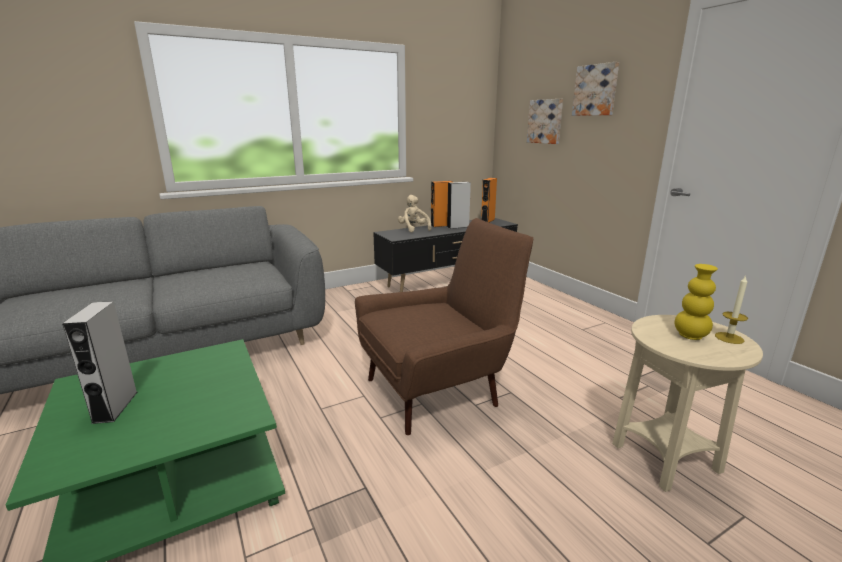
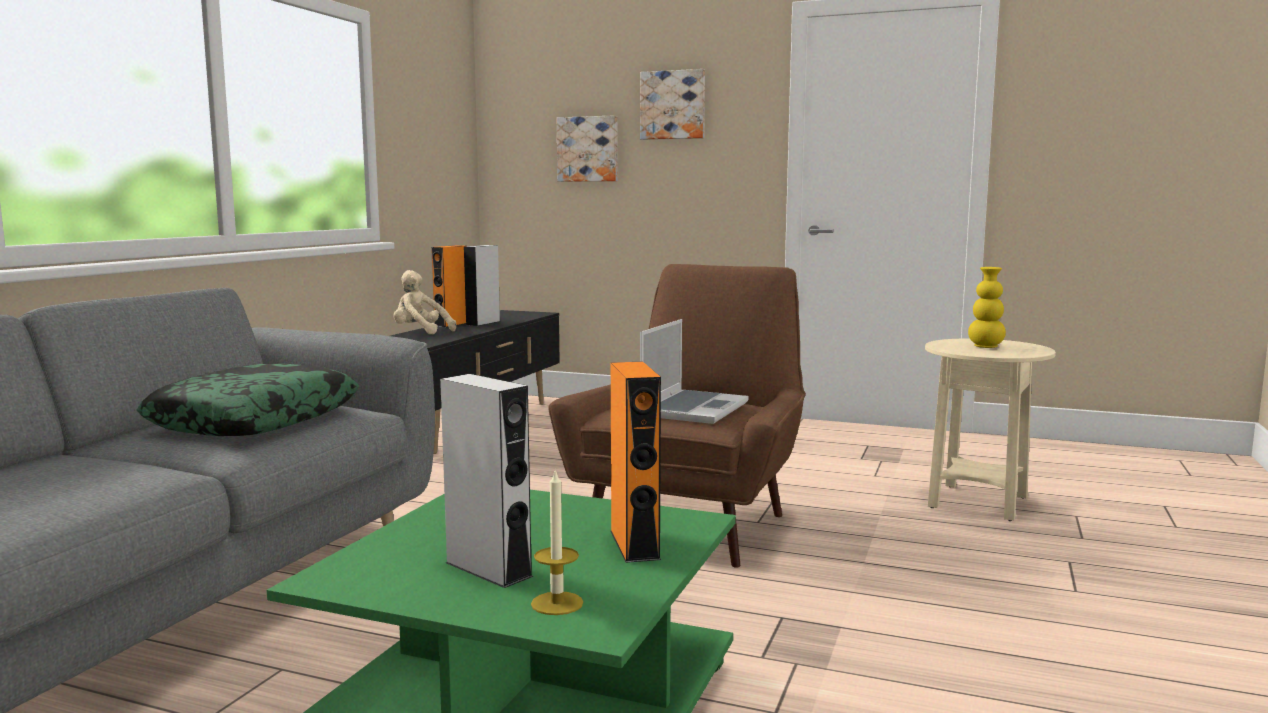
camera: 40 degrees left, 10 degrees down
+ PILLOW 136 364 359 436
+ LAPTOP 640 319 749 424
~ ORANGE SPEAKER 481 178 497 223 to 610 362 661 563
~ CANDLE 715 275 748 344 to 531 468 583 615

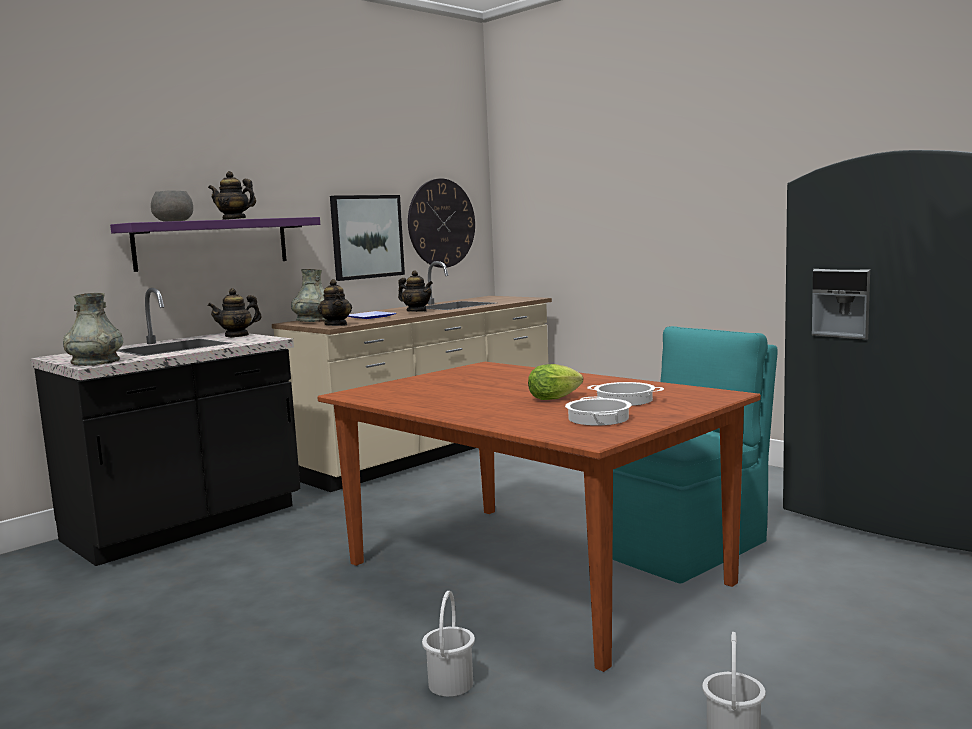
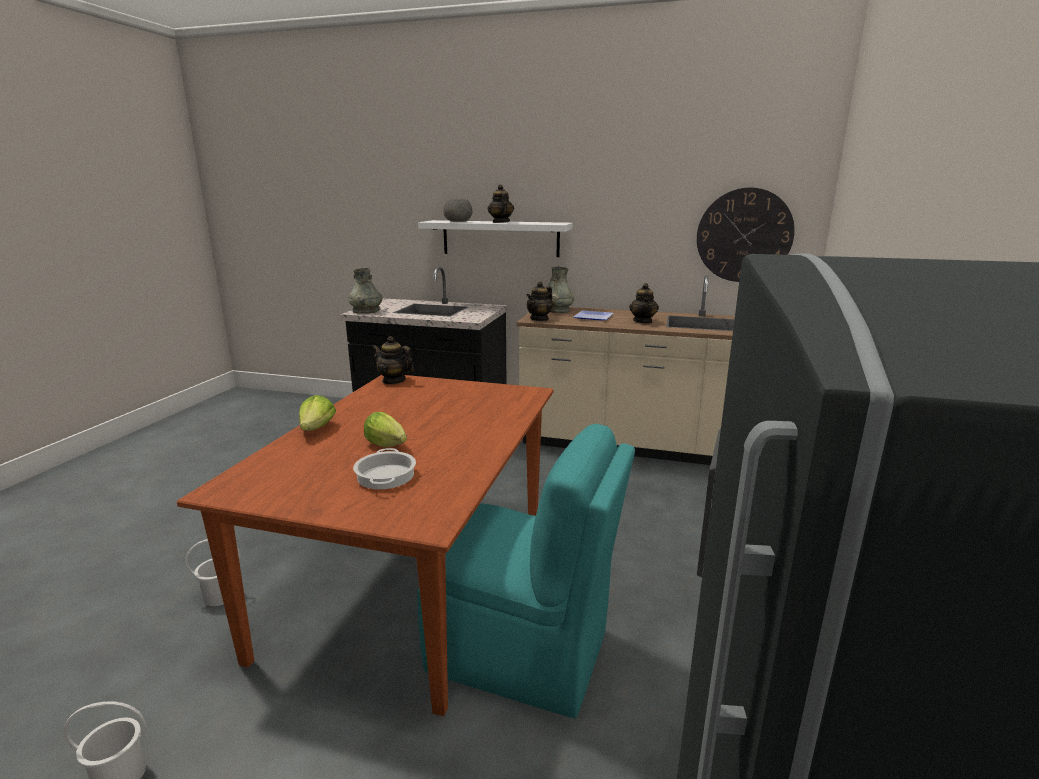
camera: 60 degrees right, 10 degrees up
- PICTURE 330 195 405 281
- COOKING POT 565 397 632 426
+ LETTUCE 299 395 336 431
~ TEAPOT 208 288 261 337 to 372 336 414 384
~ PURPLE SHELF 110 217 320 272 to WHITE SHELF 418 220 573 257

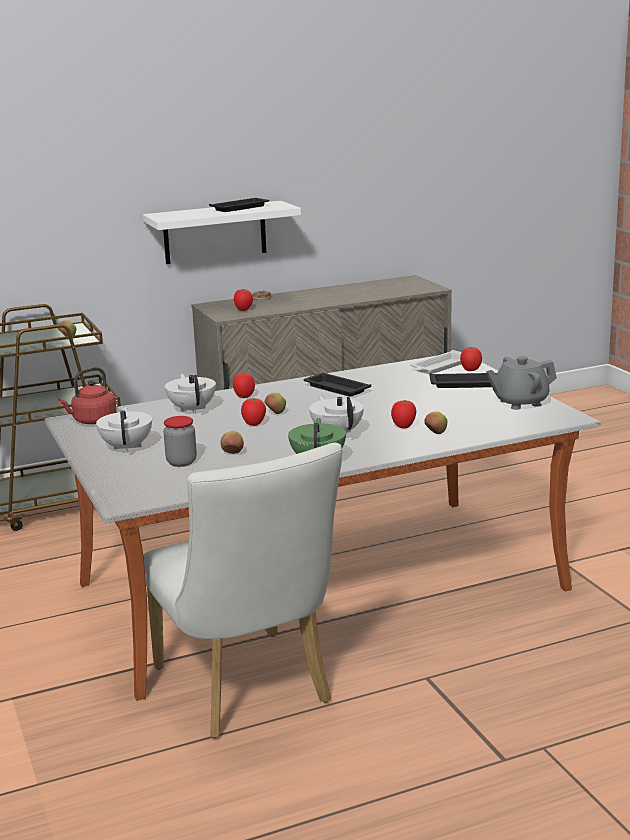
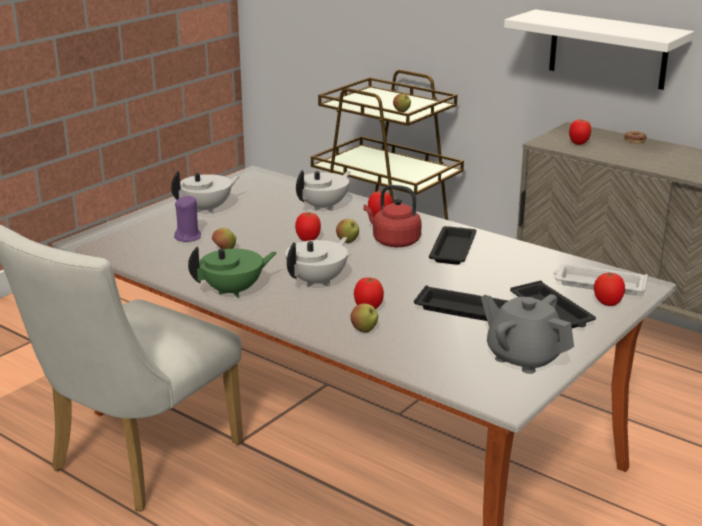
camera: 60 degrees right, 5 degrees up
~ RED KETTLE 58 367 117 424 to 363 185 422 247
~ BLACK TRAY 209 198 269 212 to 414 285 508 321
~ JAR 163 416 197 467 to PURPLE CANDLE 174 196 201 242

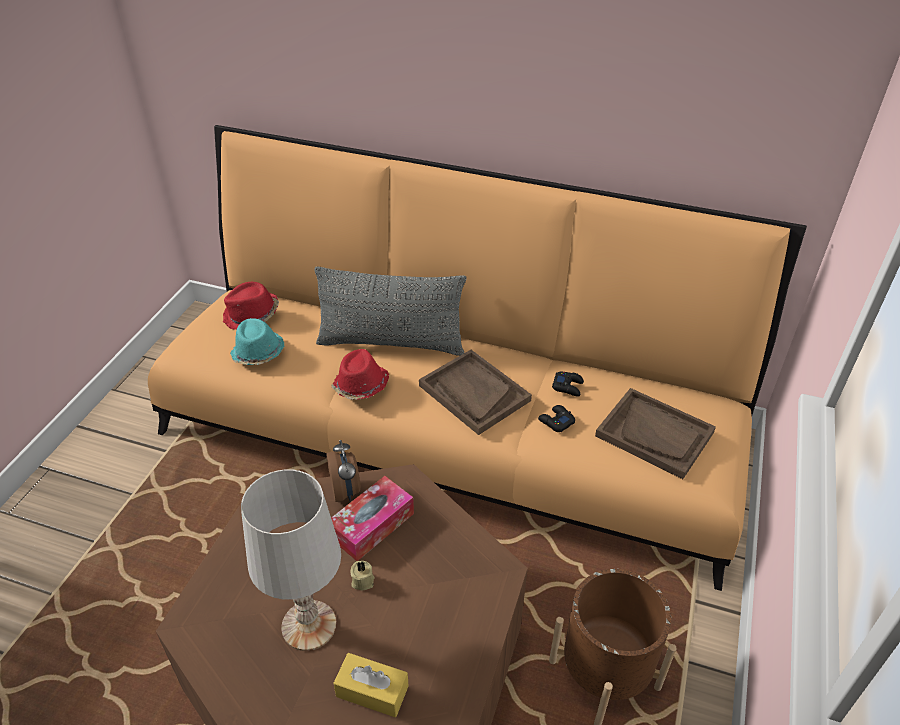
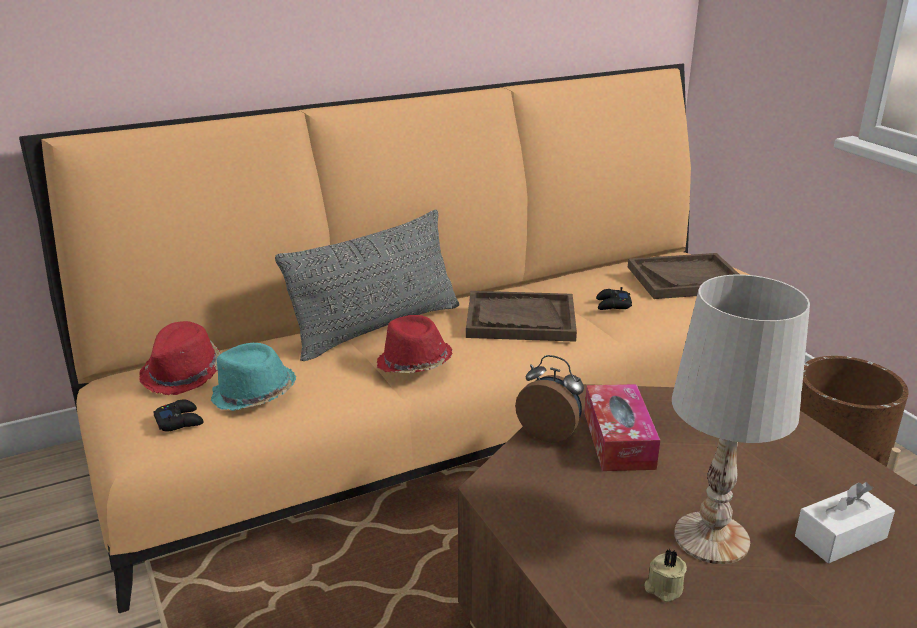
camera: 45 degrees left, 15 degrees down
~ BEIGE CANDLE 350 560 374 590 to 644 548 687 602
~ BLACK GAME CONTROLLER 552 372 584 397 to 153 399 204 432
~ YELLOW TISSUE BOX 334 653 409 718 to WHITE TISSUE BOX 795 482 895 563

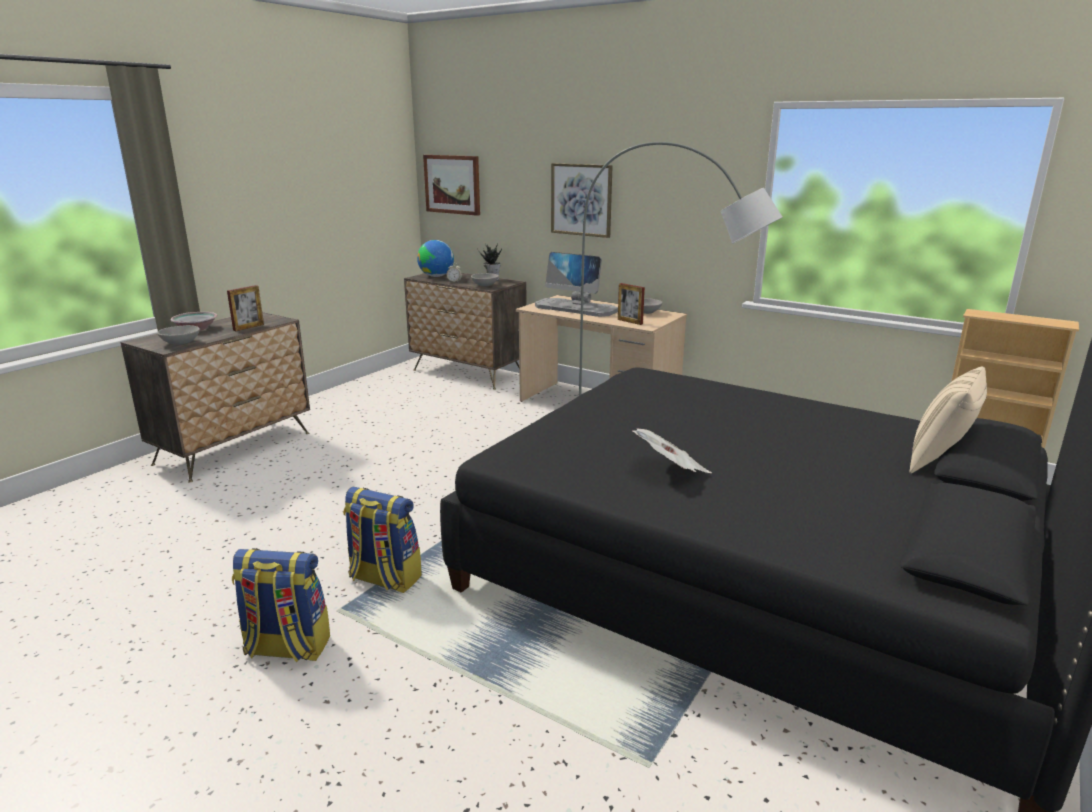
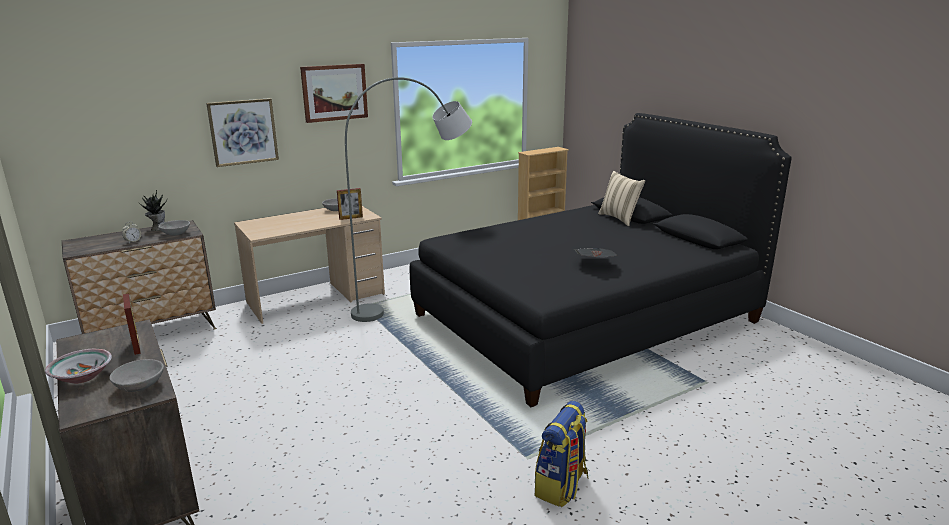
camera: 65 degrees left, 0 degrees up
- BACKPACK 343 487 422 593
- GLOBE 417 240 454 277
- MONITOR 535 252 618 317
~ PICTURE 423 155 480 216 to 300 64 368 123

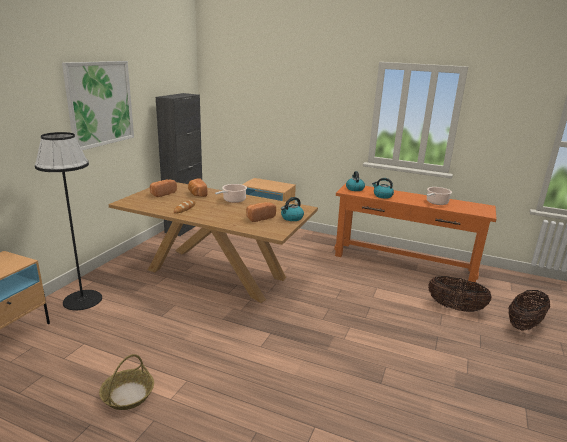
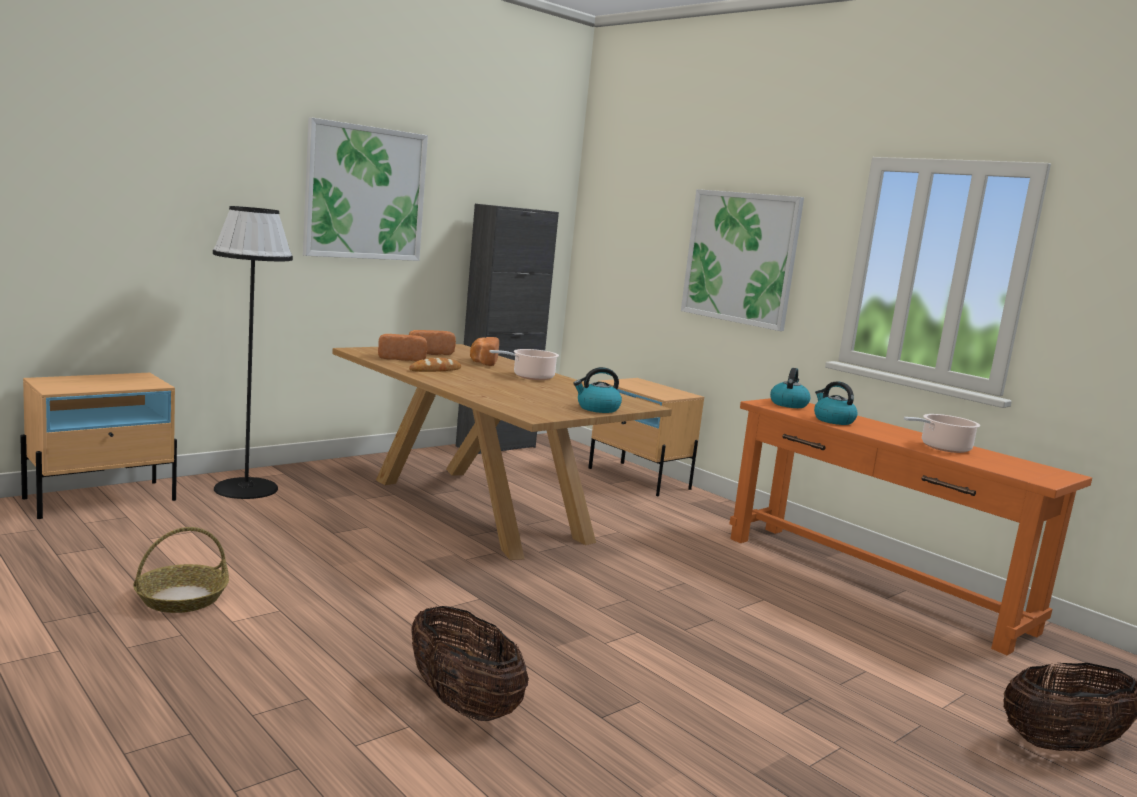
camera: 25 degrees right, 10 degrees down
+ PICTURE 681 189 804 331
~ BREAD 246 202 276 222 to 378 334 427 361
~ BASKET 428 276 492 312 to 411 606 529 721

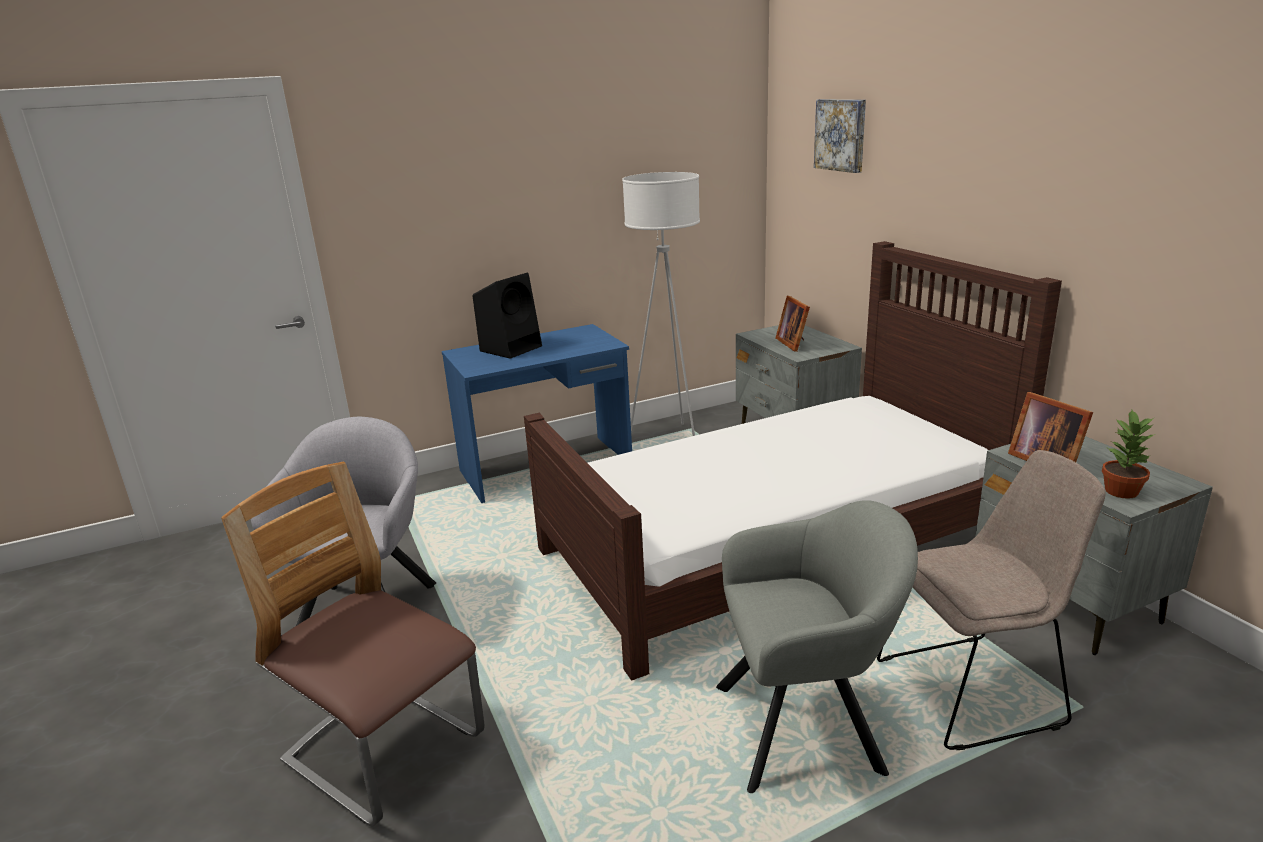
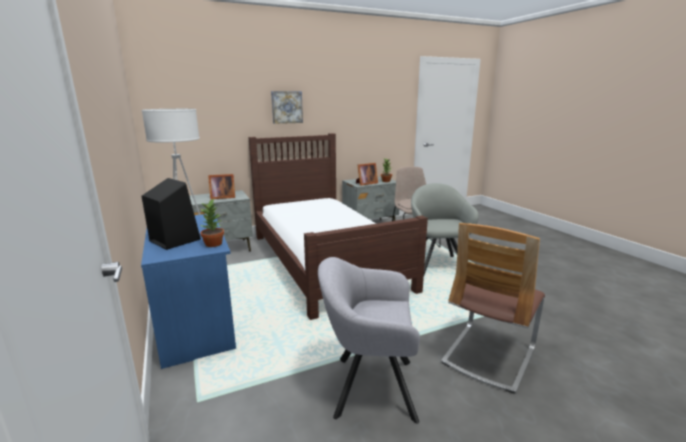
camera: 90 degrees left, 5 degrees down
+ POTTED PLANT 199 198 224 247
~ PICTURE 814 99 866 173 to 271 91 303 124

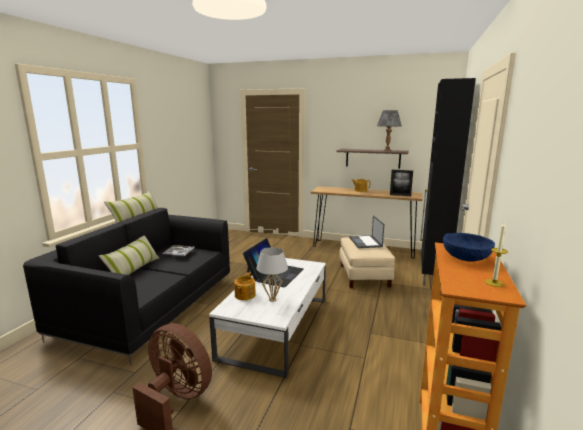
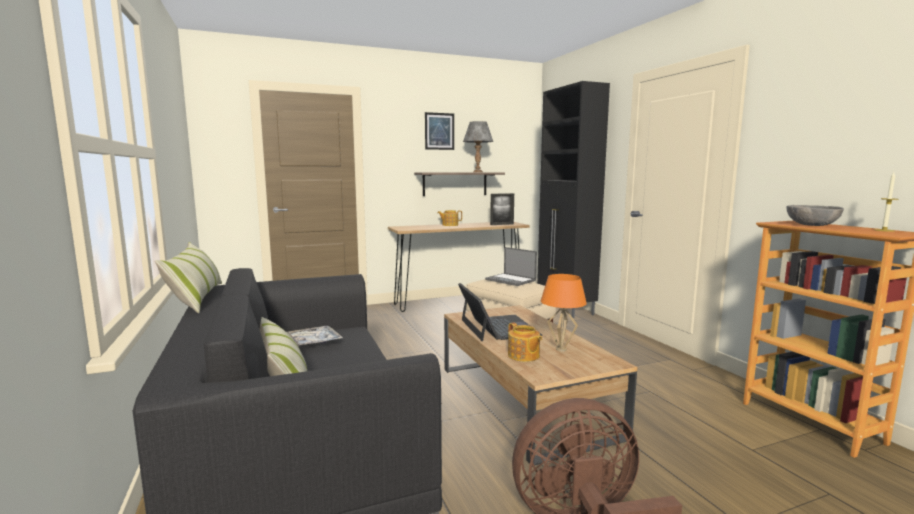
camera: 40 degrees left, 5 degrees down
+ PICTURE 425 112 454 150
~ WHITE COFFEE TABLE 209 258 326 378 to BROWN COFFEE TABLE 444 305 637 467
~ WHITE TABLE LAMP 256 247 288 302 to ORANGE TABLE LAMP 541 274 587 352
~ BLUE BOWL 443 233 495 262 to GREY BOWL 787 205 844 226

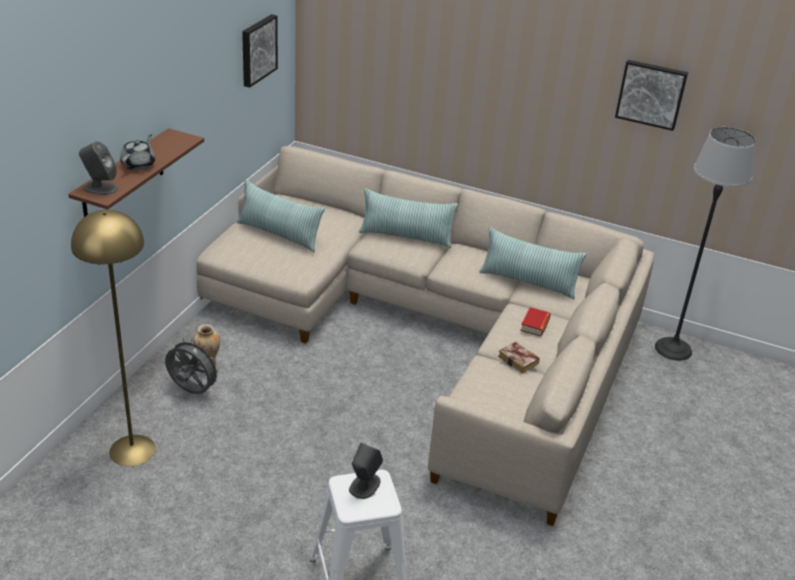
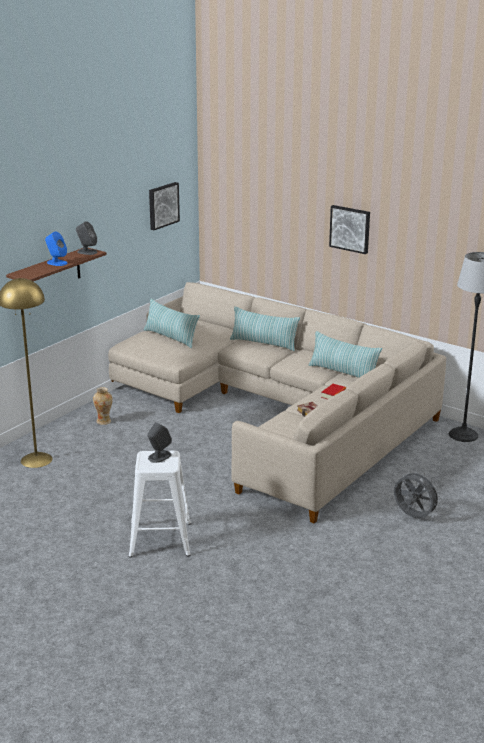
camera: 15 degrees right, 10 degrees down
~ GREY SPEAKER 79 141 118 195 to 76 221 98 255
~ GREY FAN 165 338 221 394 to 394 470 442 518
~ PICTURE 615 60 688 131 to 329 205 370 254
~ GREY TEAPOT 120 135 155 170 to BLUE SPEAKER 45 232 68 266

